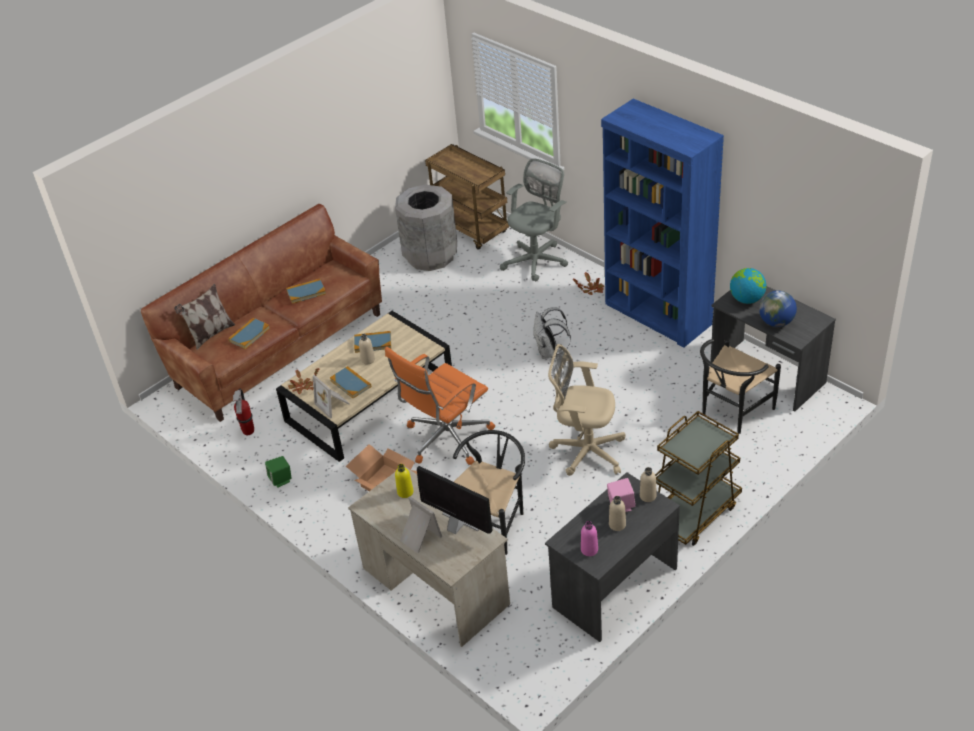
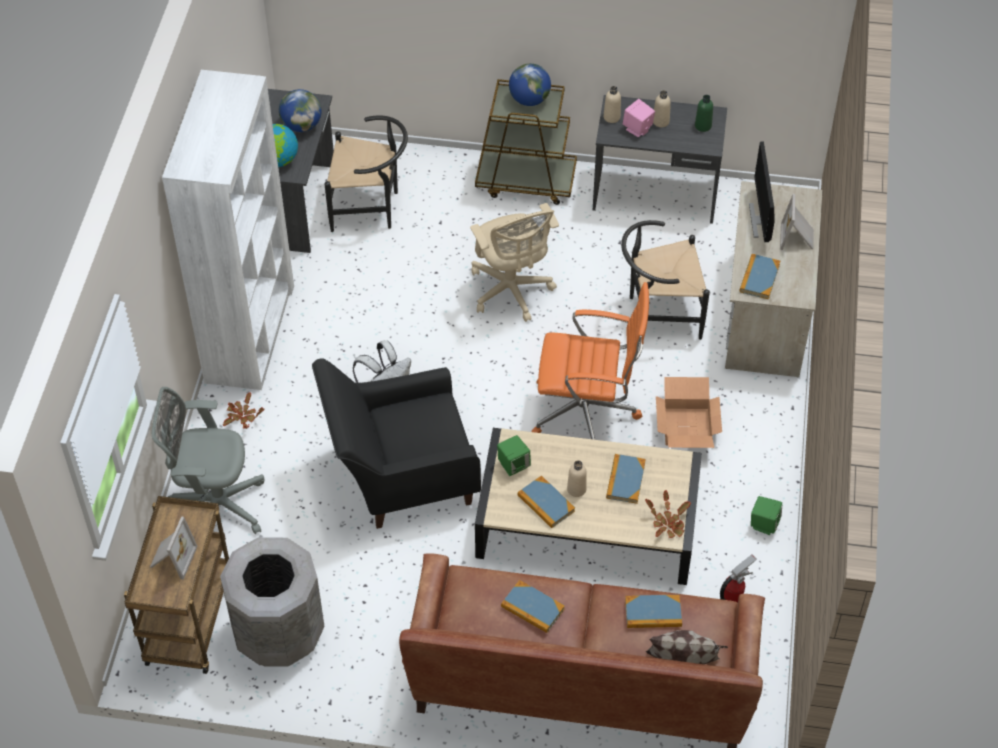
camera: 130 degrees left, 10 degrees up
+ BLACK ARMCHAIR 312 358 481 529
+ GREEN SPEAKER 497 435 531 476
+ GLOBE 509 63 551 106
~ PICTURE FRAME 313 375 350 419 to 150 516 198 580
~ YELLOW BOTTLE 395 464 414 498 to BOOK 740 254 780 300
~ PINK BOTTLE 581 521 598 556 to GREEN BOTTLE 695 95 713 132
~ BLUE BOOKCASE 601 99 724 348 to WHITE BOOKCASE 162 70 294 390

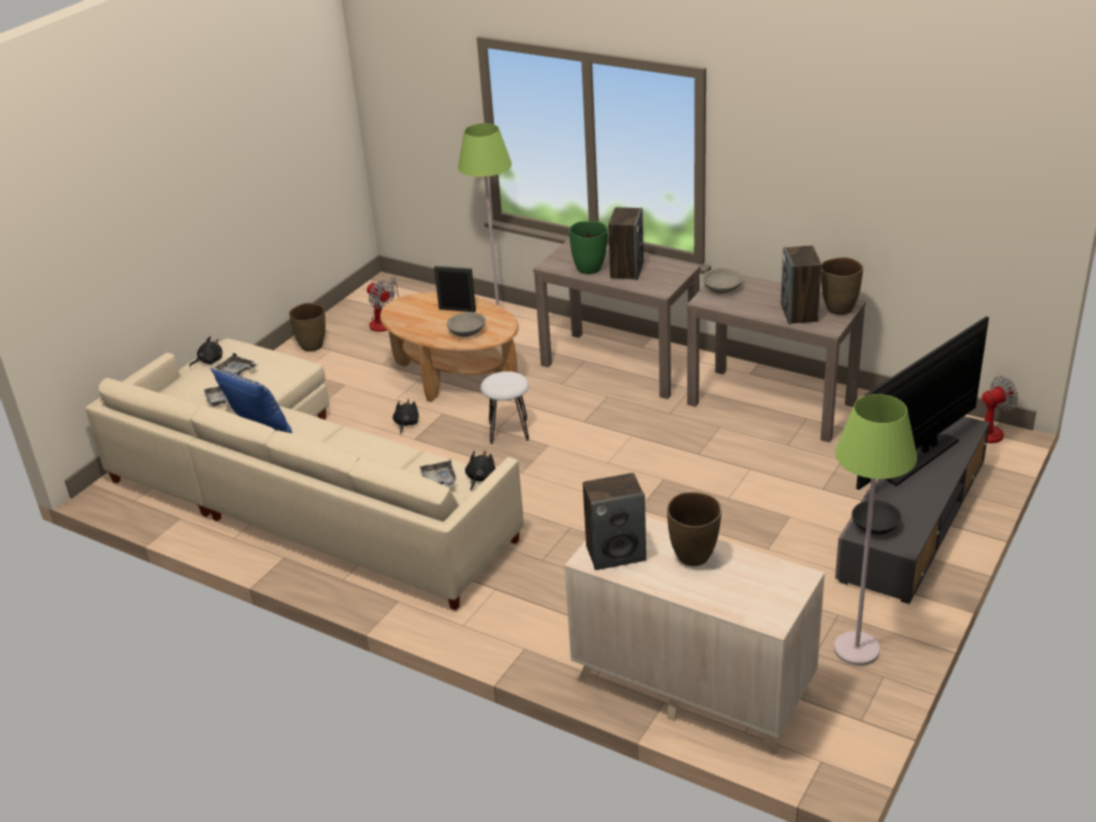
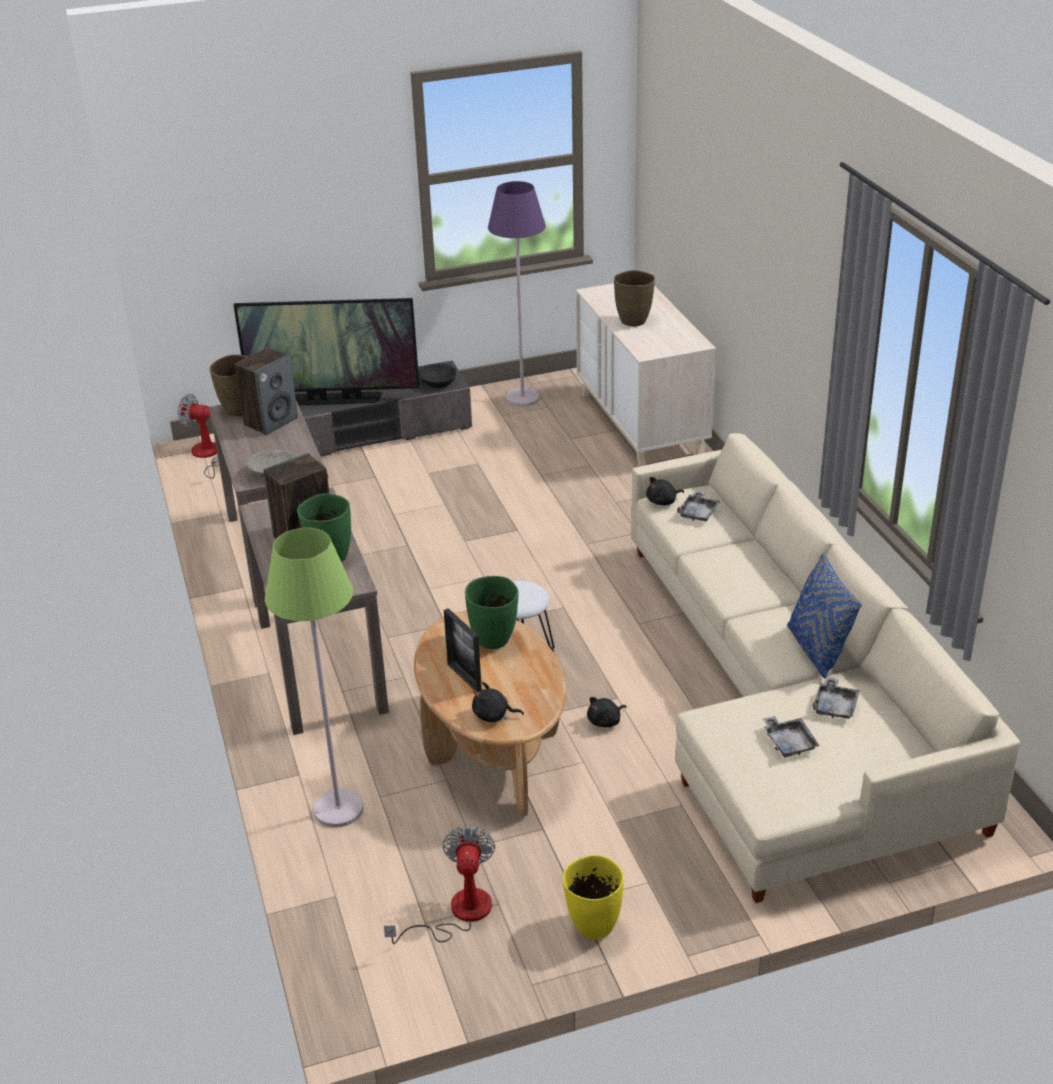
camera: 140 degrees left, 0 degrees up
- SPEAKER 583 473 646 570
~ BLACK PLUSH TOY 189 337 223 367 to 472 682 524 722
~ GREY BOWL 447 312 486 337 to GREEN VASE 465 576 519 649
~ BROWN VASE 289 303 325 352 to YELLOW VASE 563 855 624 939
~ GREEN FLOOR LAMP 834 394 917 666 to PURPLE FLOOR LAMP 488 181 546 407

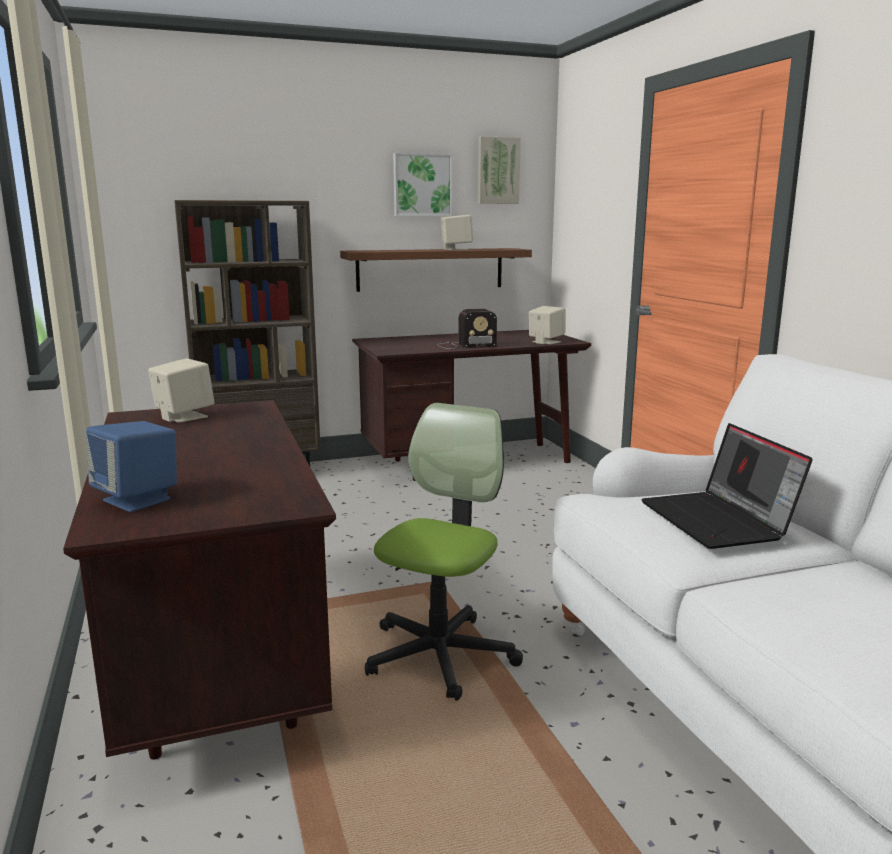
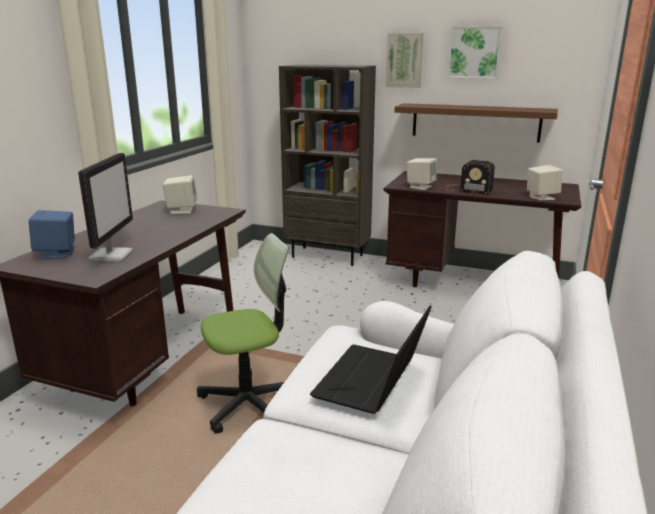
camera: 40 degrees right, 5 degrees up
+ MONITOR 78 153 133 261
~ BEIGE SPEAKER 441 215 473 250 to 407 158 437 190
~ PICTURE 478 136 521 204 to 386 33 423 88

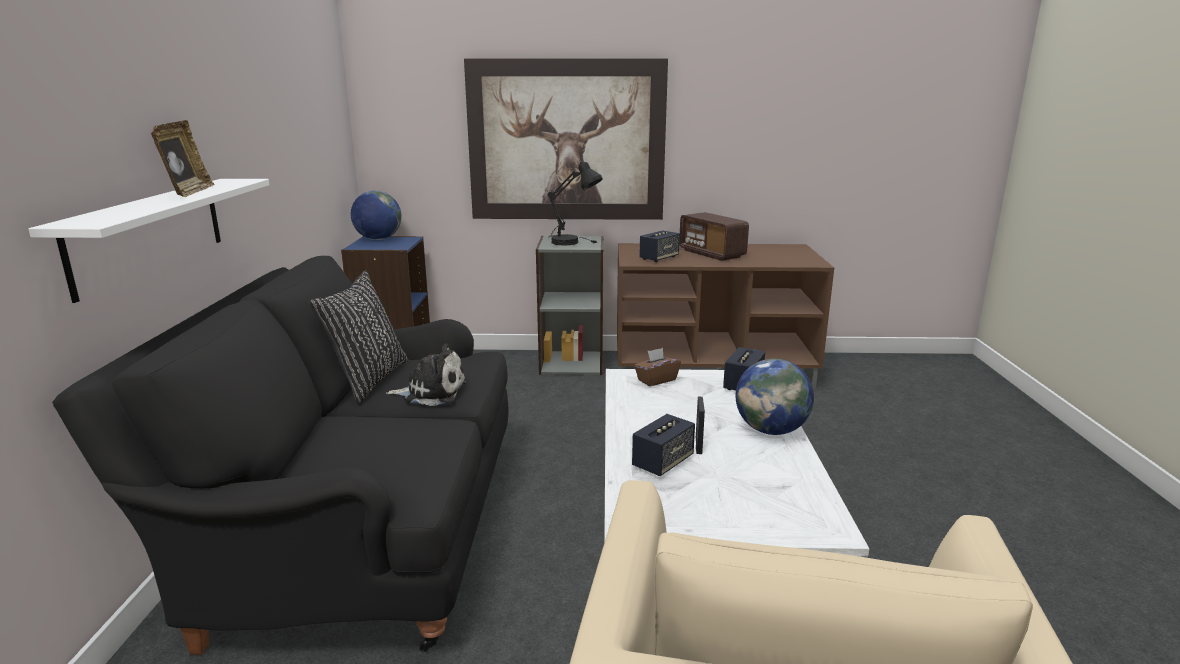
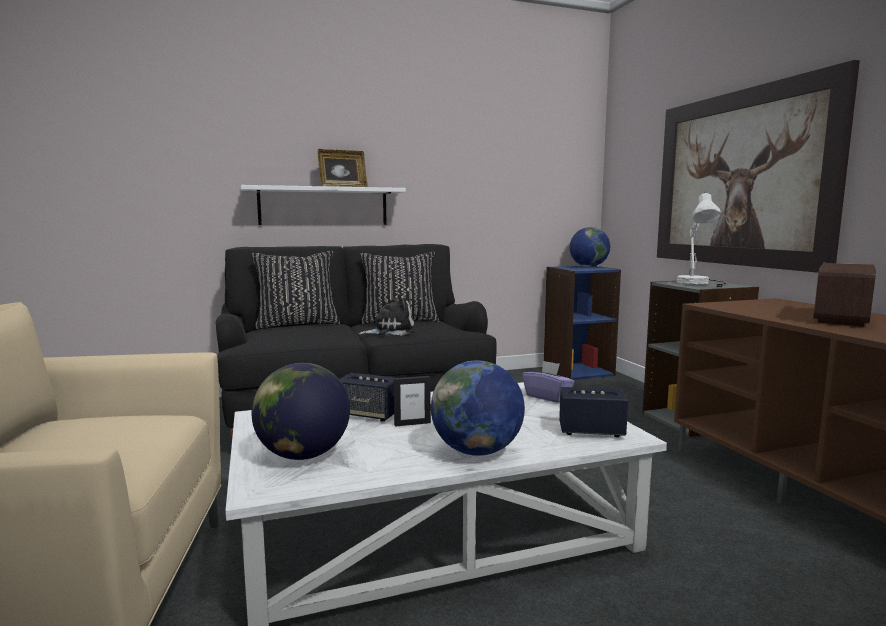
camera: 70 degrees right, 10 degrees down
- SPEAKER 639 230 680 262
+ BLACK PILLOW 251 251 340 329
+ GLOBE 251 363 350 460
~ BLACK TABLE LAMP 547 160 603 246 to WHITE TABLE LAMP 677 192 726 287
~ BROWN TISSUE BOX 634 348 681 386 to PURPLE TISSUE BOX 522 361 574 403
~ PLUSH TOY 386 343 466 406 = 358 298 415 336 90 degrees counterclockwise

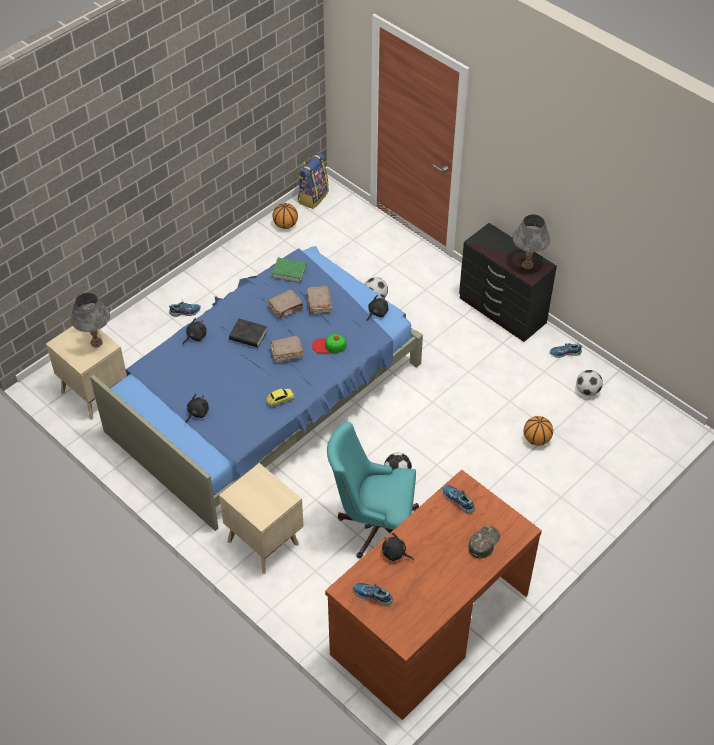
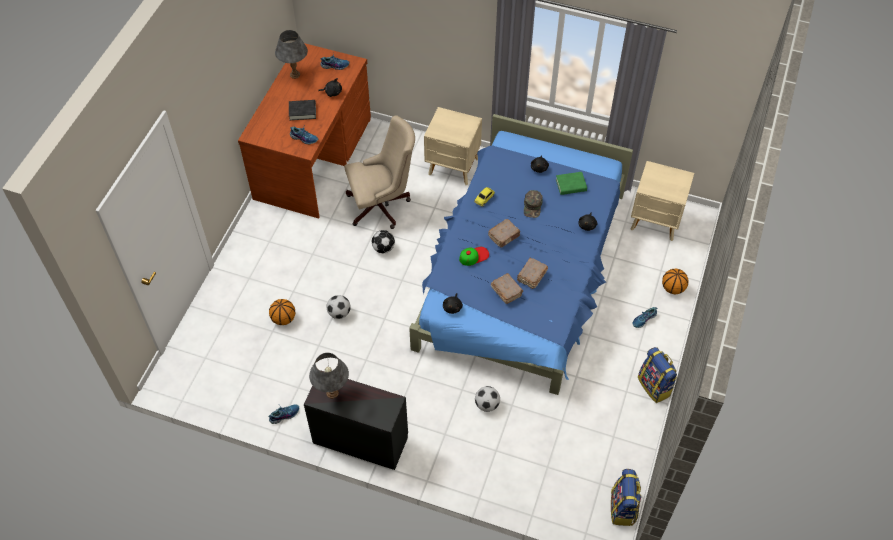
camera: 155 degrees right, 5 degrees up
+ BACKPACK 638 347 678 403
~ GREY TABLE LAMP 71 293 110 347 to 275 30 308 79
~ BLACK BOOK 229 319 267 348 to 289 100 316 120
~ BASKETBALL 272 203 298 229 to 662 268 689 294
~ GREEN BOOK 272 257 307 283 to 556 172 587 195
~ GREEN CAP 468 526 500 558 to 524 190 543 218
~ FOOTBALL 576 370 603 396 to 327 295 351 319
~ TURQUOISE OFFICE CHAIR 327 422 419 558 to BEIGE OFFICE CHAIR 345 116 415 229

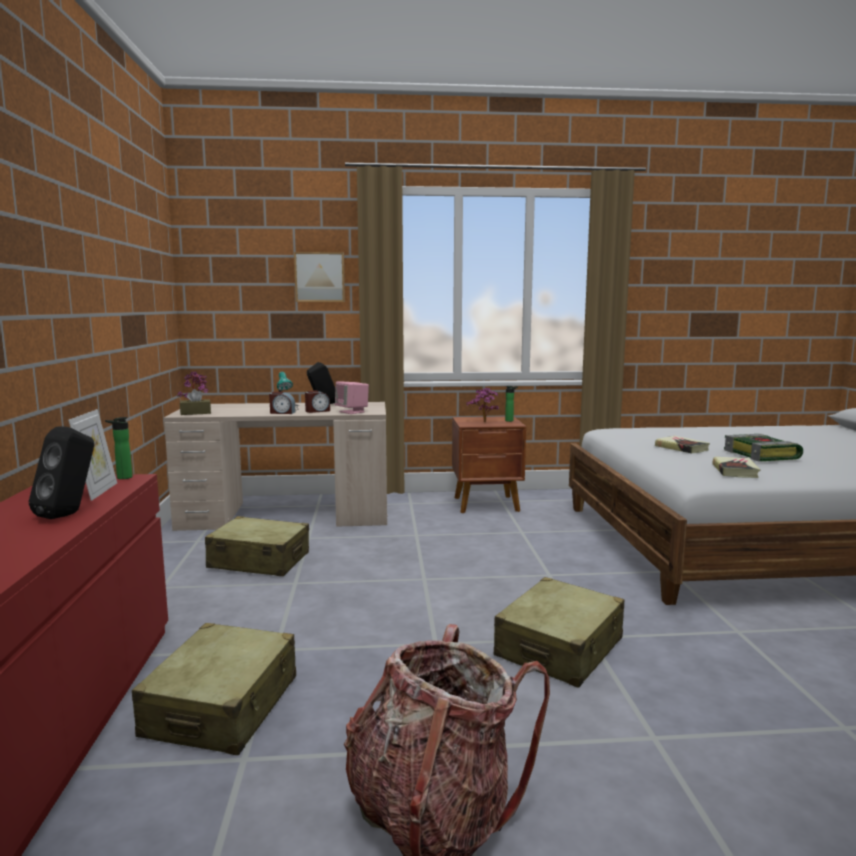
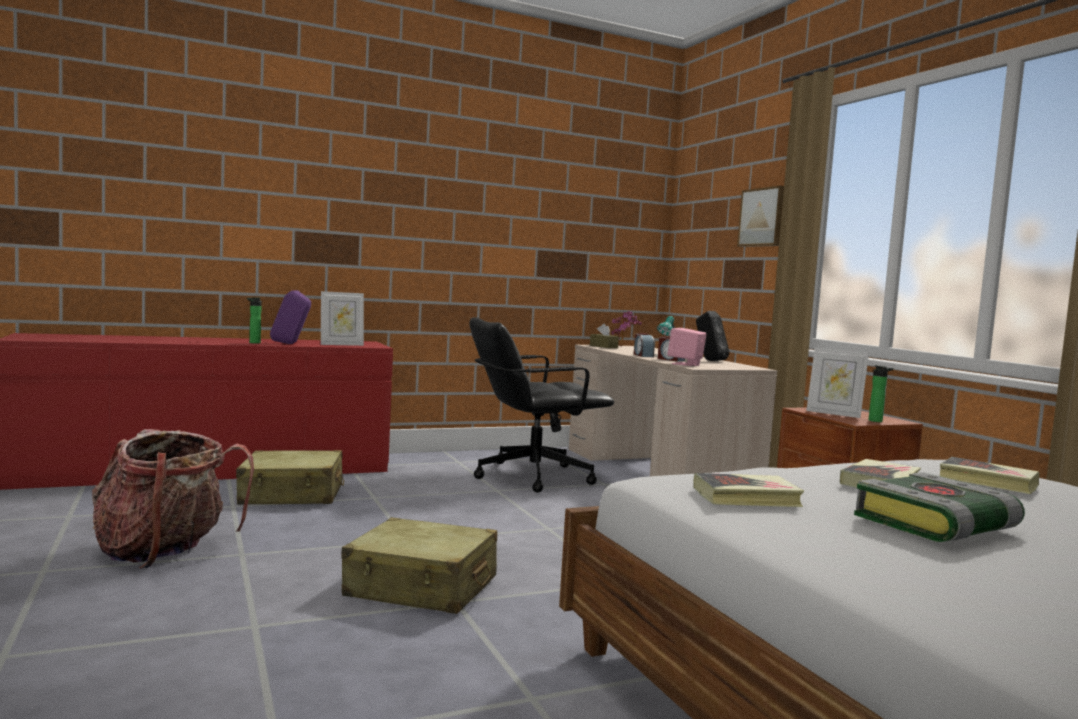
camera: 70 degrees right, 5 degrees down
+ BOOK 940 457 1040 494
~ BOTTLE 105 417 132 479 to 247 297 262 344
~ BEIGE SUITCASE 205 516 309 576 to BLACK OFFICE CHAIR 469 318 614 493
~ POTTED PLANT 466 388 499 422 to PICTURE FRAME 806 348 869 418
~ BLACK SPEAKER 29 427 94 519 to PURPLE SPEAKER 270 290 311 344

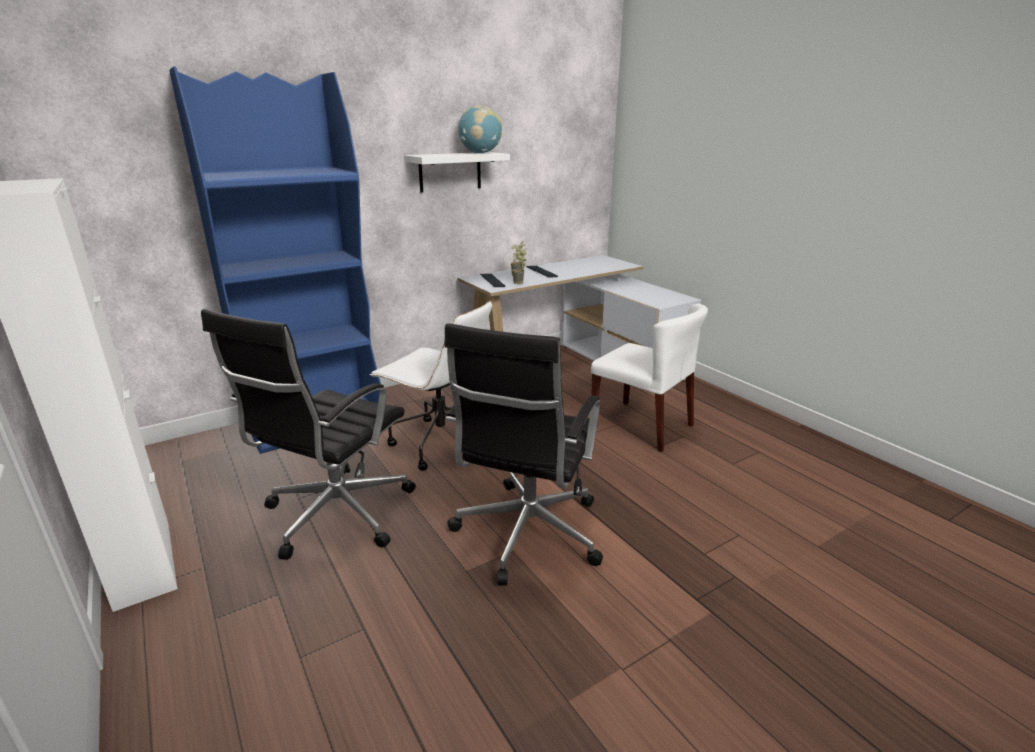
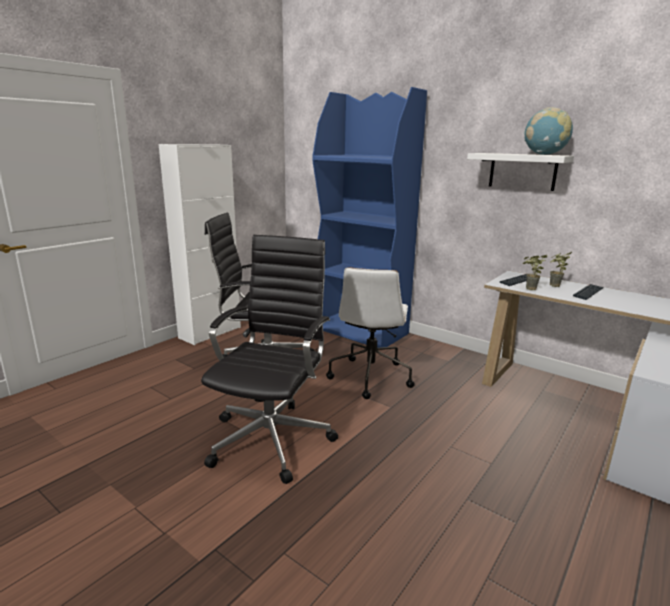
camera: 70 degrees right, 5 degrees down
- WHITE CHAIR 591 304 708 452
~ BLACK OFFICE CHAIR 444 323 603 586 = 201 235 338 484 105 degrees clockwise

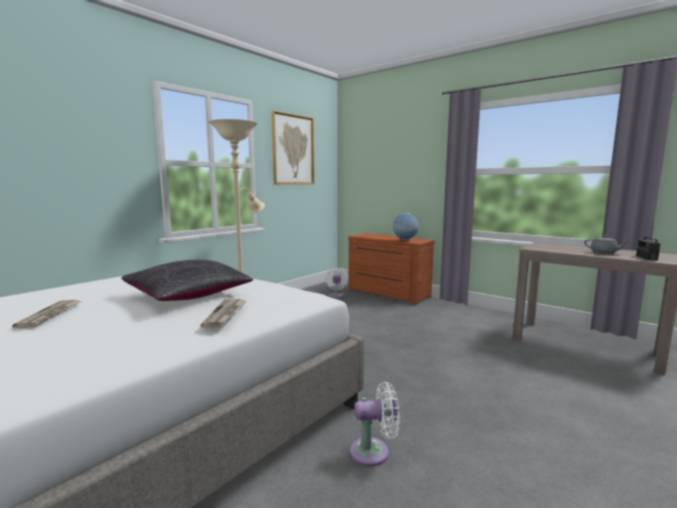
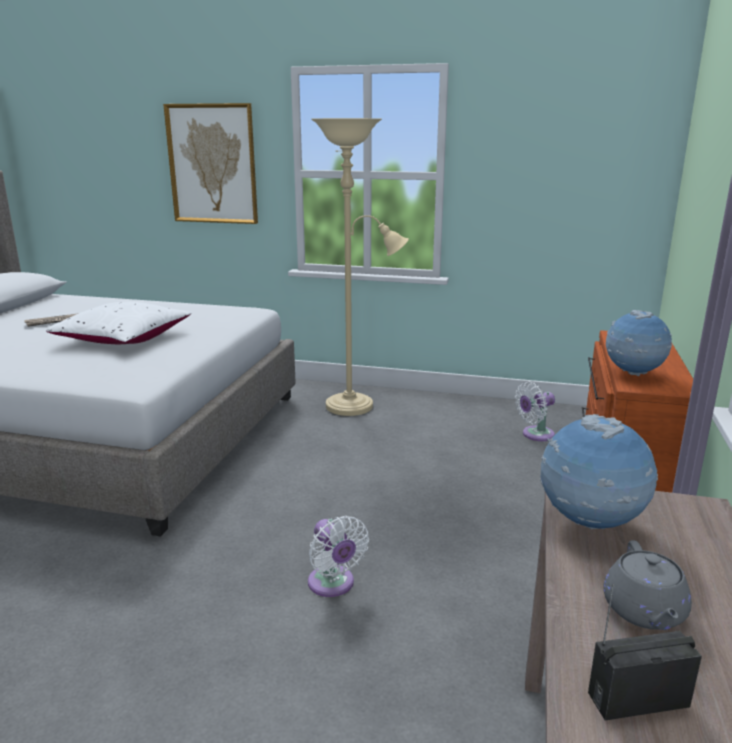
camera: 65 degrees right, 10 degrees up
- NEWSPAPER 201 299 246 328
+ GLOBE 540 414 658 530
~ PICTURE 272 111 314 184 to 163 103 258 224
~ WHITE FAN 350 382 400 466 to 308 516 369 597
~ BLACK PILLOW 121 260 253 301 to WHITE PILLOW 46 302 191 344

